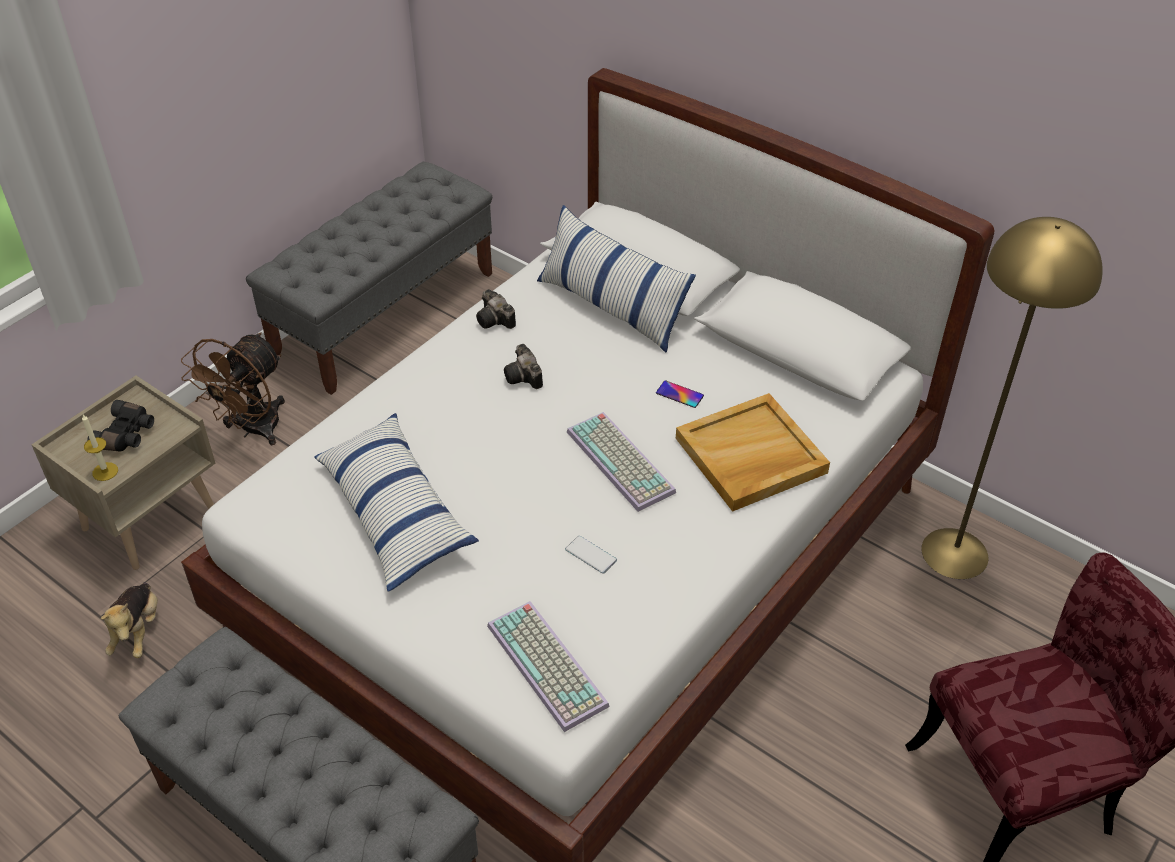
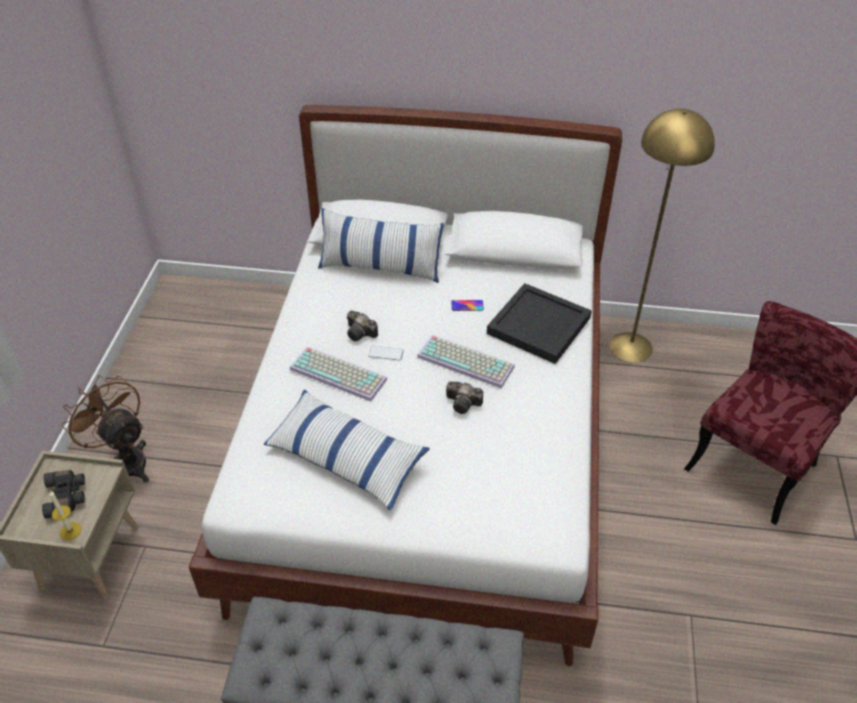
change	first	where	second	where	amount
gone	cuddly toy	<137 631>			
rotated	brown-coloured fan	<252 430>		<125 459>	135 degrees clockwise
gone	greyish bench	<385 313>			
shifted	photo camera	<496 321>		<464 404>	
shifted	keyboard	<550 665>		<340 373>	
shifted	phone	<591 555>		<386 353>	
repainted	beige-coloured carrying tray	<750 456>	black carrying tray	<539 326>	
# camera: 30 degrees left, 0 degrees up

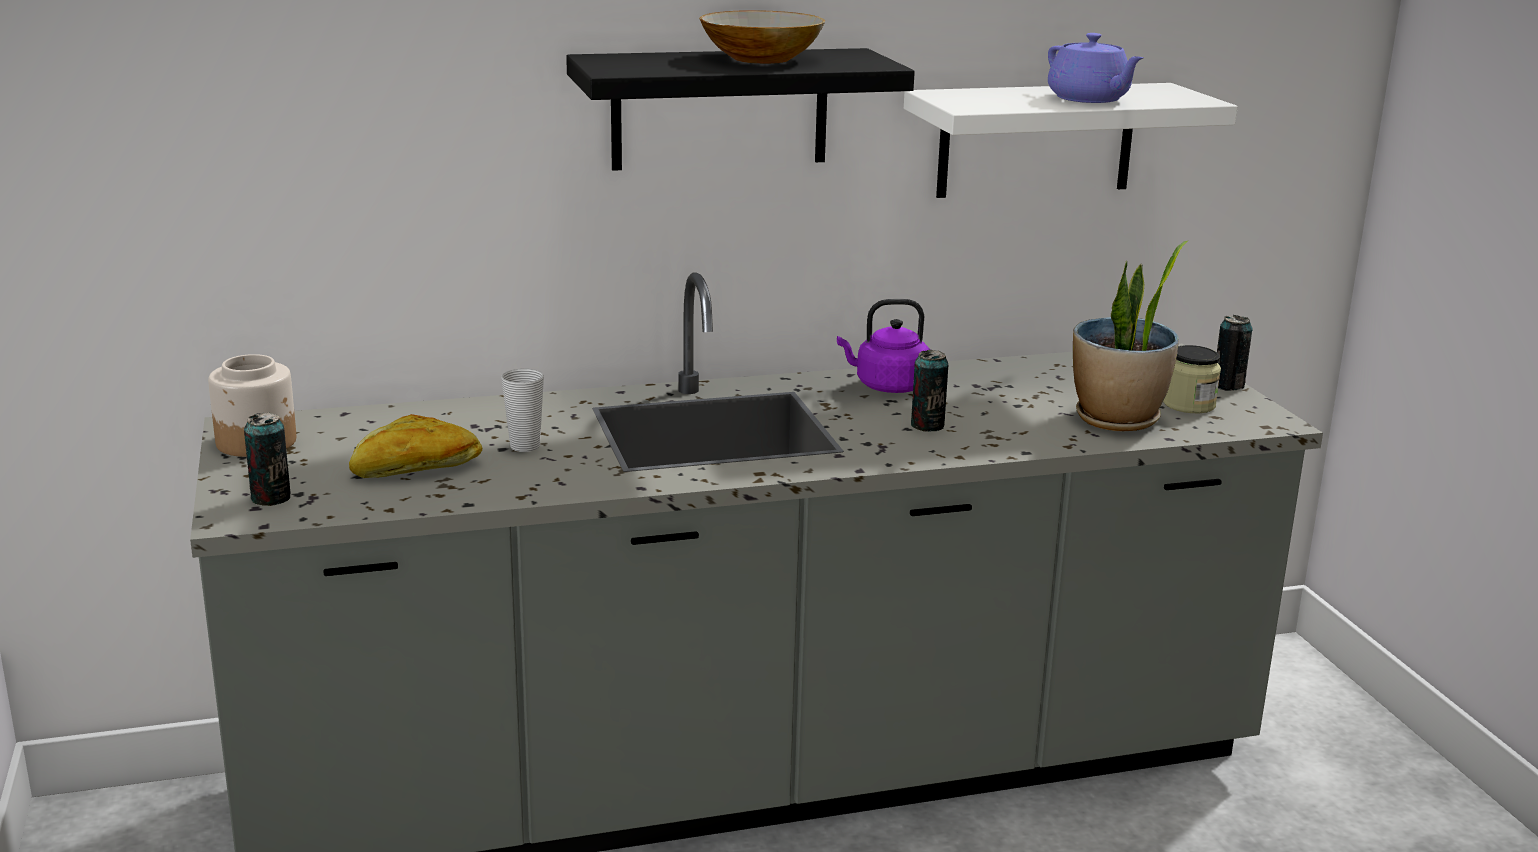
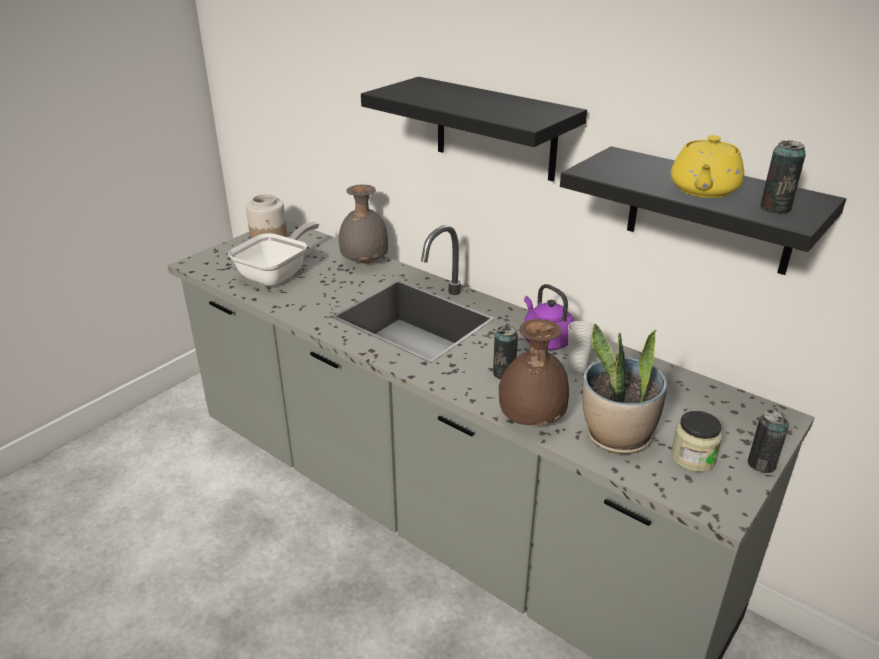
change	first	where	second	where	amount
shifted	sealed can	<271 498>		<775 208>	
swapped	bakery bread	<417 469>	pan	<278 274>	
shifted	cup	<525 446>		<577 369>	
gone	deep dish	<760 59>			
repainted	white-coloured shelf	<1036 140>	black shelf	<710 211>	
repainted	purple-coloured pot for tea	<1089 99>	yellowish pot for tea	<703 190>	
new			greyish decorative vase	<363 262>	
new			brown-coloured decorative vase	<530 420>	
# camera: 55 degrees right, 10 degrees up

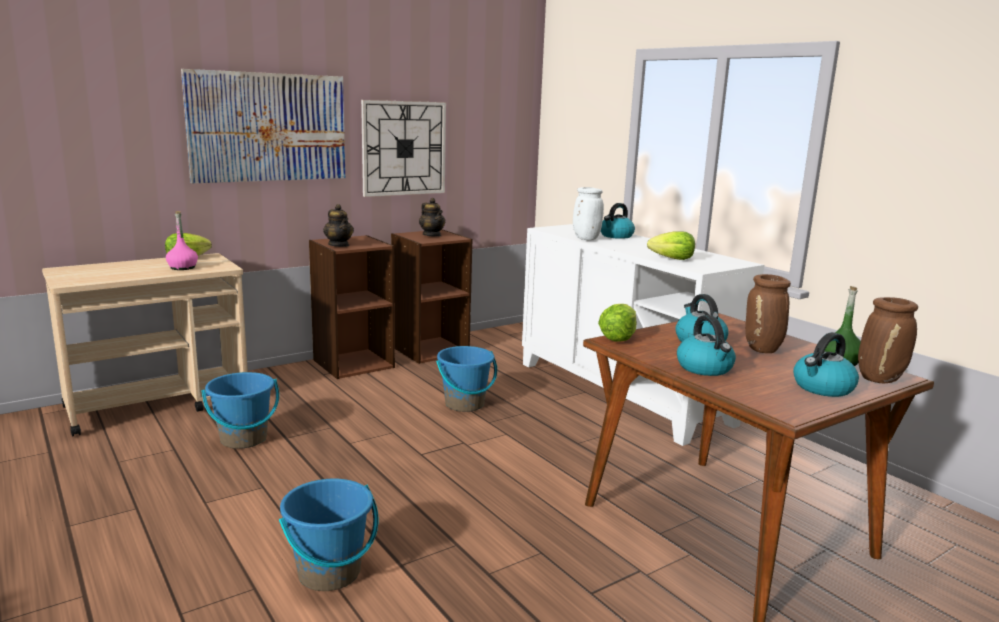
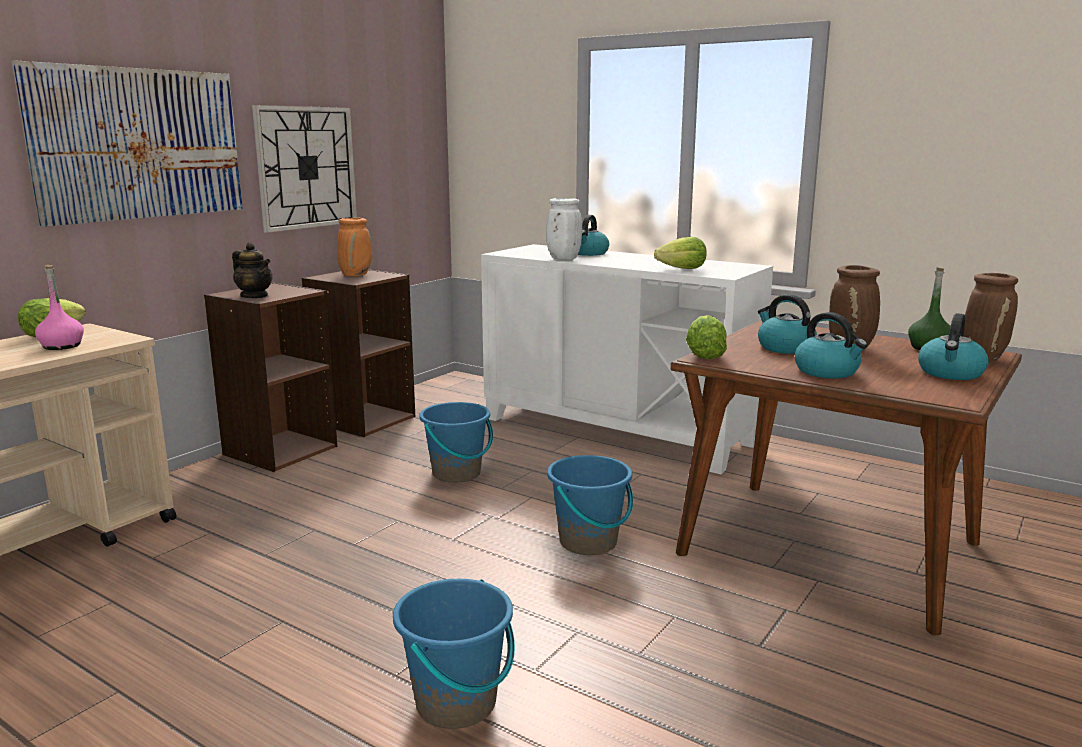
change	first	where	second	where	amount
shifted	blue-coloured bucket	<243 439>		<588 542>	
swapped	pot for tea	<432 235>	orange decorative vase	<355 275>	
# camera: 20 degrees left, 0 degrees up

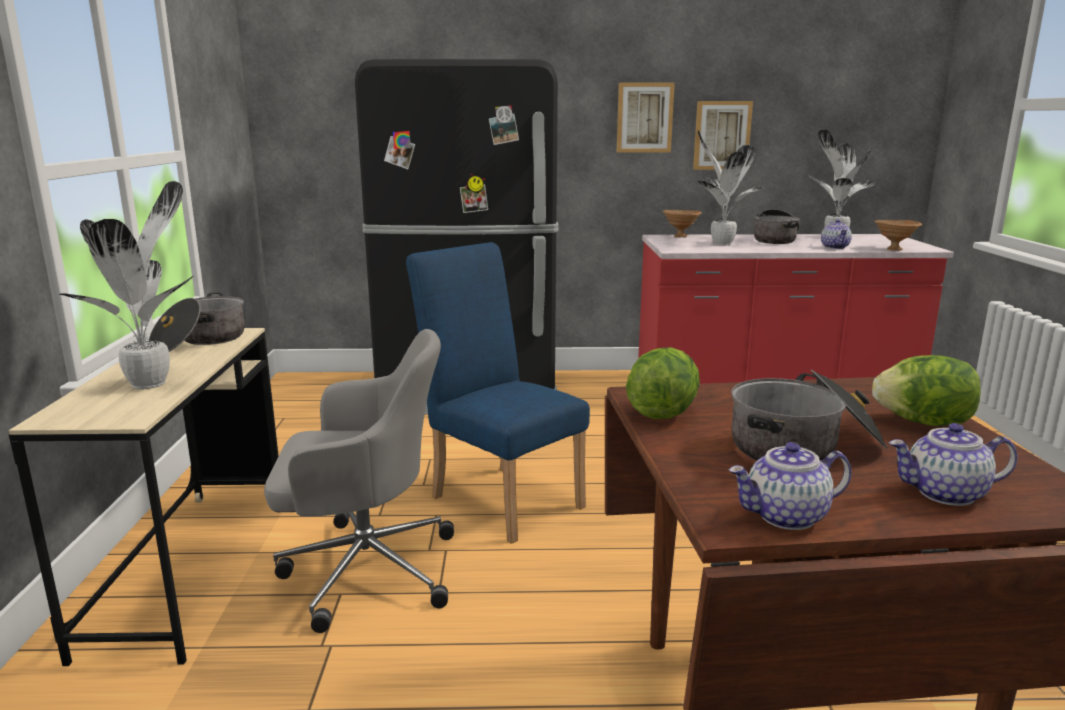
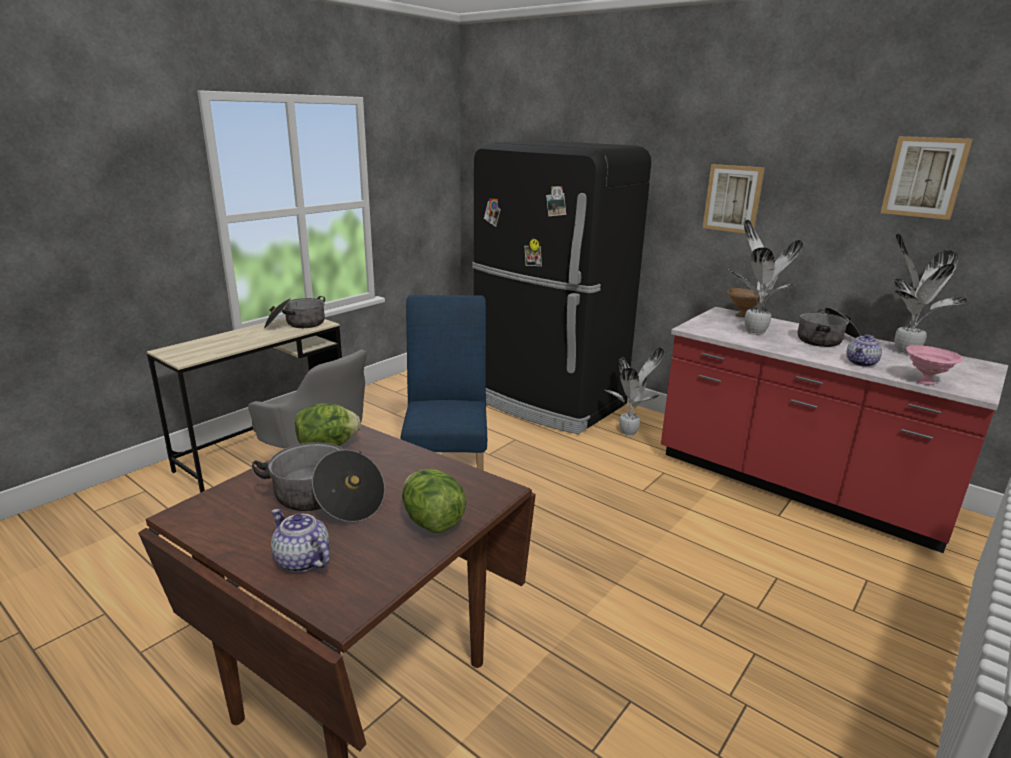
change	first	where	second	where	amount
shifted	potted plant	<152 383>		<630 433>	
shifted	wall picture	<722 135>		<924 177>	
gone	pot for tea	<786 516>			
repainted	brown-coloured deep dish	<893 249>	pinkish deep dish	<924 381>	
# camera: 40 degrees right, 5 degrees up

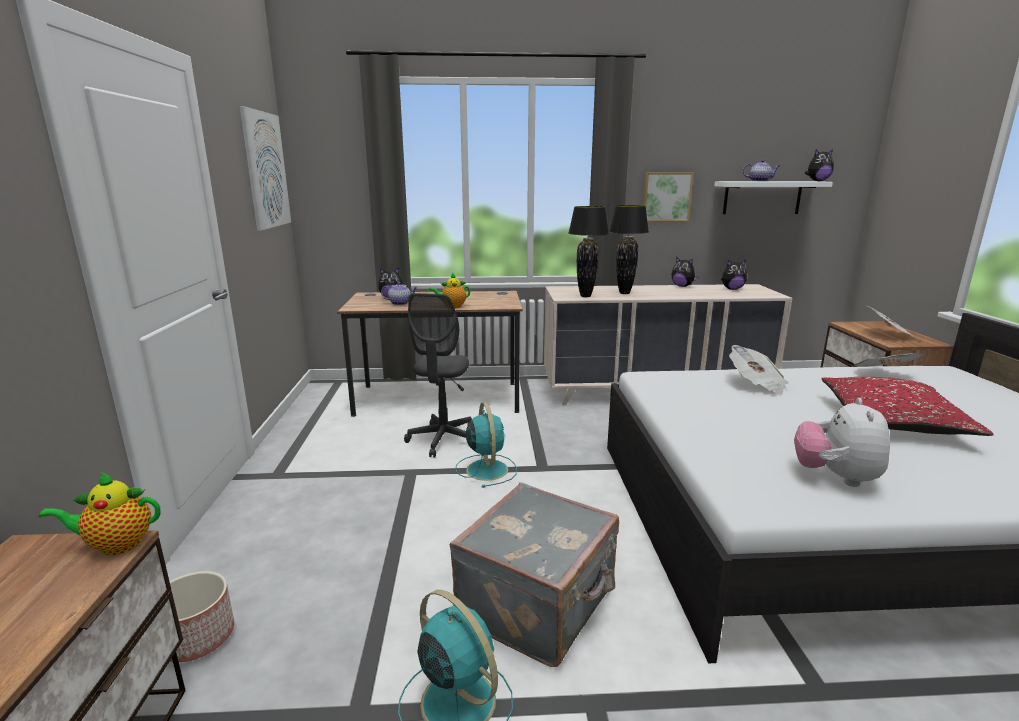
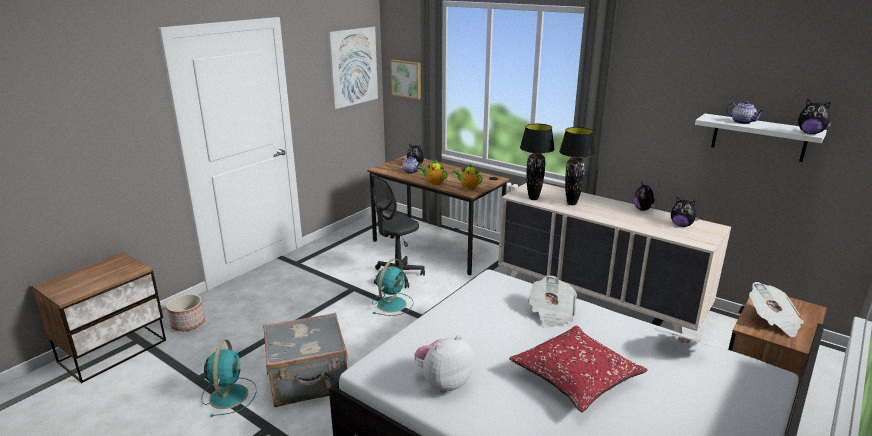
change	first	where	second	where	amount
shifted	pot for tea	<116 544>		<468 187>	
shifted	wall picture	<666 196>		<406 79>	
# camera: 40 degrees right, 5 degrees up

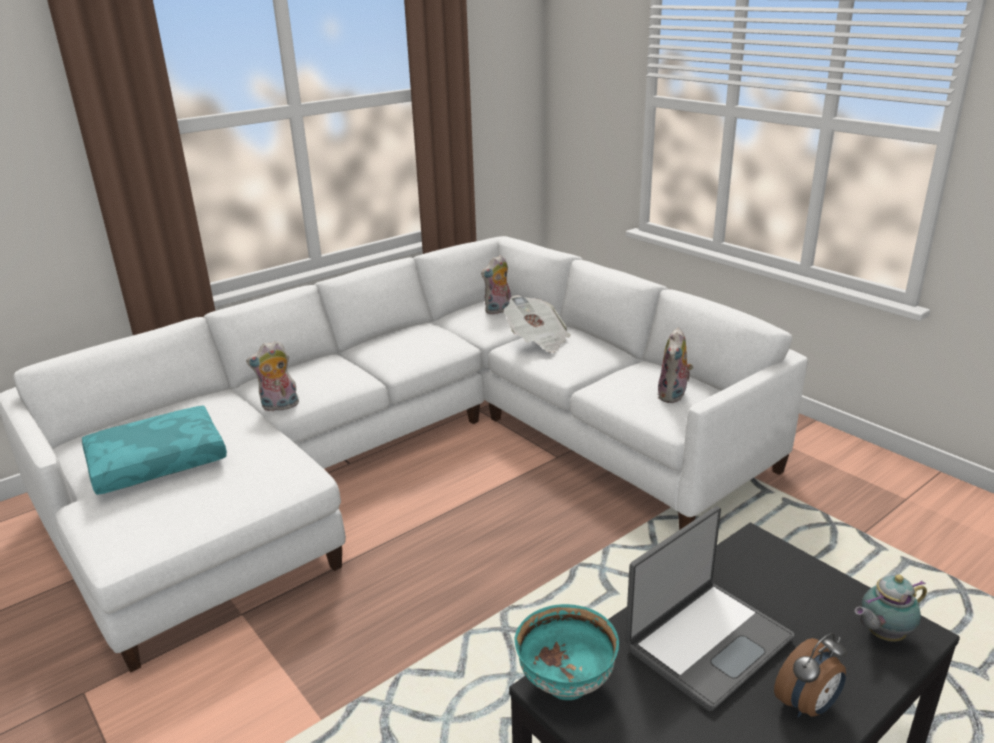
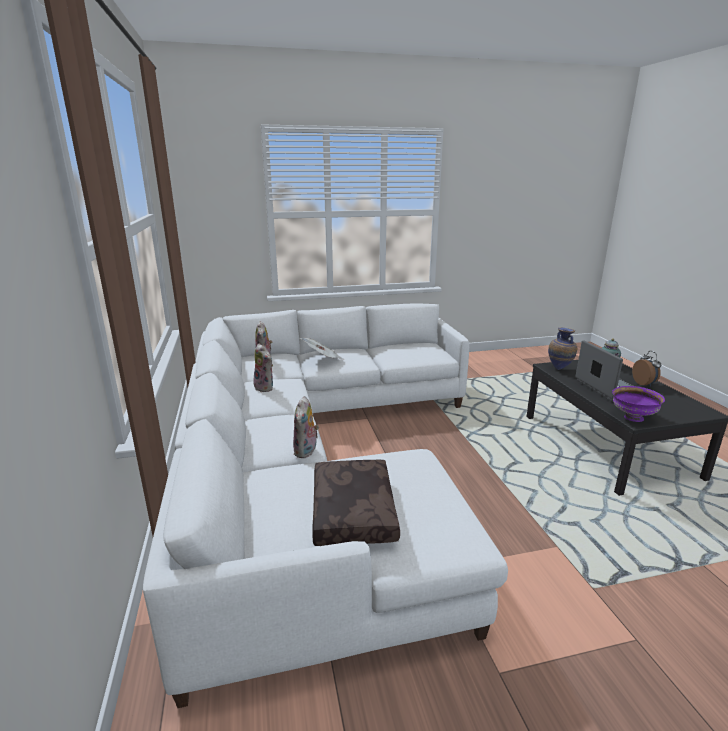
change	first	where	second	where	amount
repainted	blue-green throw pillow	<158 460>	brown-coloured throw pillow	<351 511>	
repainted	blue-green deep dish	<565 683>	purple-coloured deep dish	<633 418>	
shifted	cuddly toy	<673 396>		<265 387>	
new			decorative vase	<559 369>	
# camera: 65 degrees left, 5 degrees down

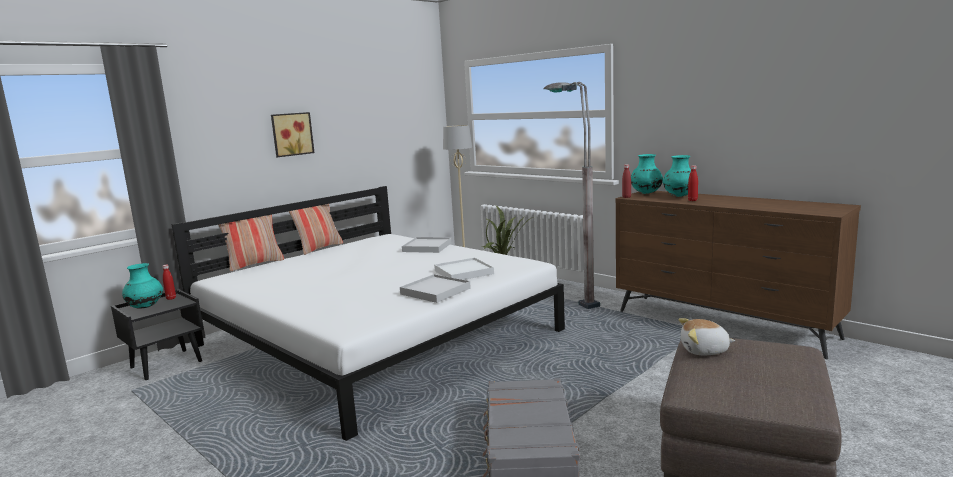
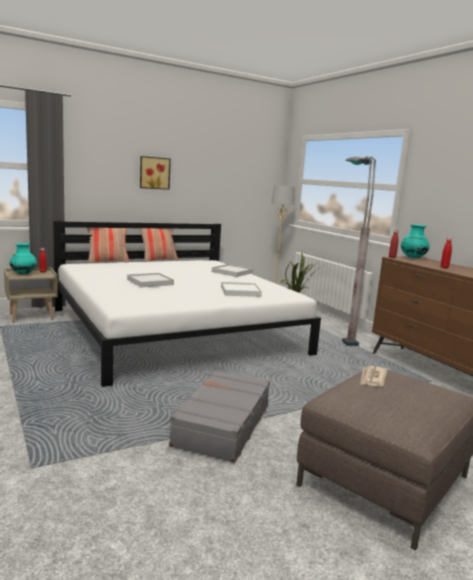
change	first	where	second	where	amount
repainted	black night table	<167 364>	beige-coloured night table	<32 316>	
shifted	white-coloured carrying tray	<435 291>		<150 282>	
gone	blue-green decorative vase	<679 196>			
swapped	cuddly toy	<704 351>	newspaper	<372 378>	
# camera: 15 degrees right, 0 degrees up

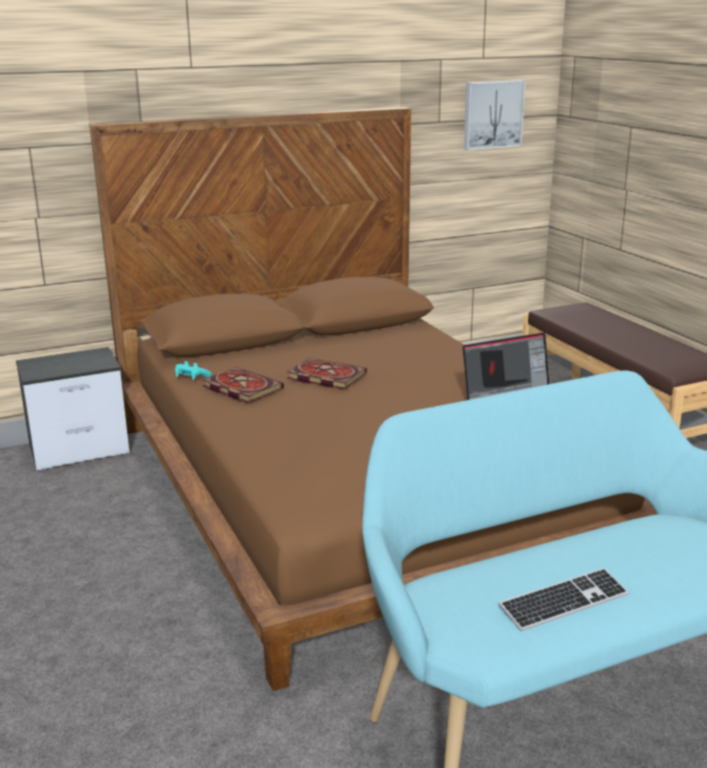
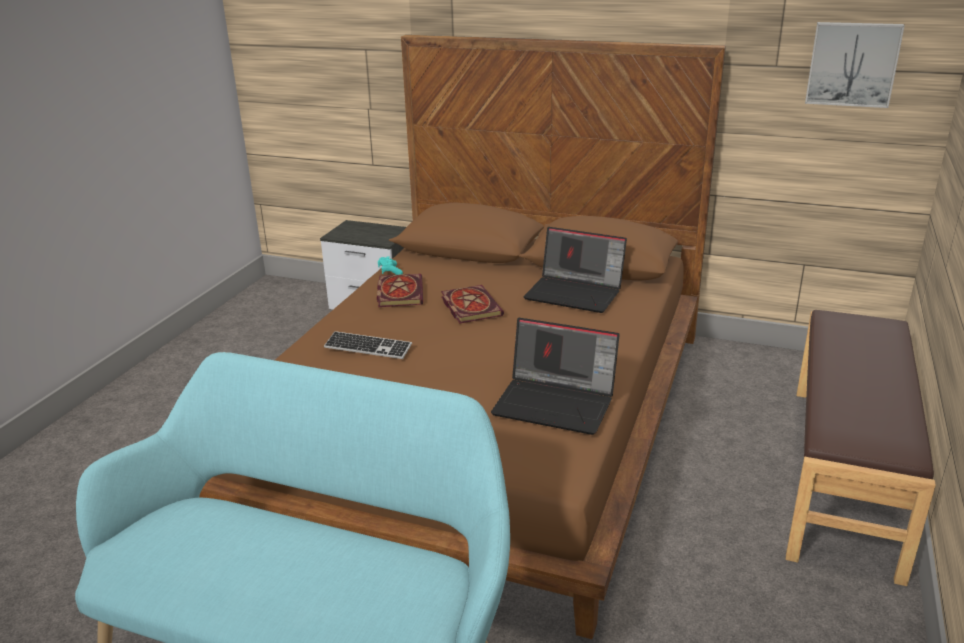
change	first	where	second	where	amount
shifted	keyboard	<564 602>		<368 347>	
new			portable computer	<575 293>	
# camera: 45 degrees right, 5 degrees up

